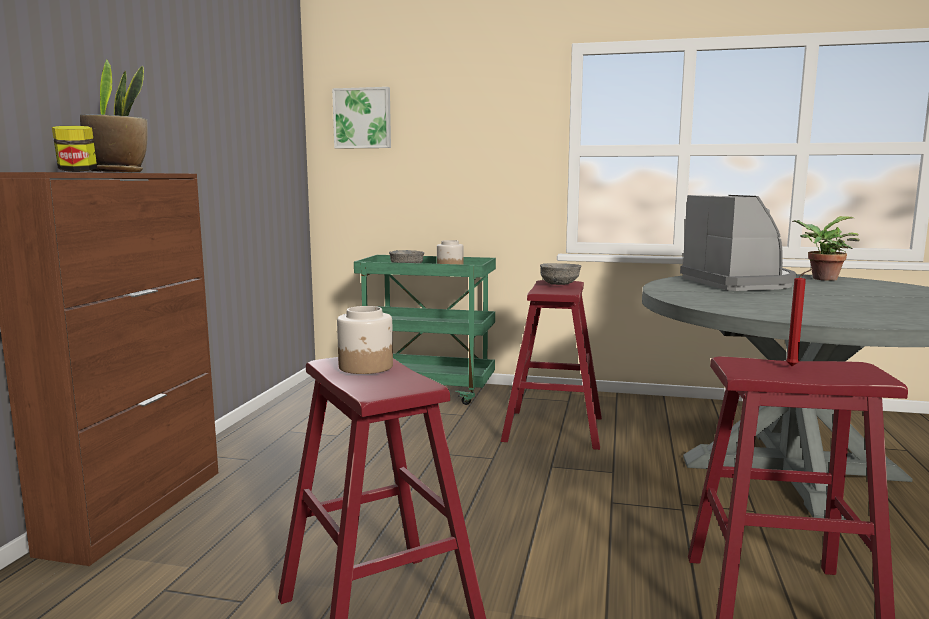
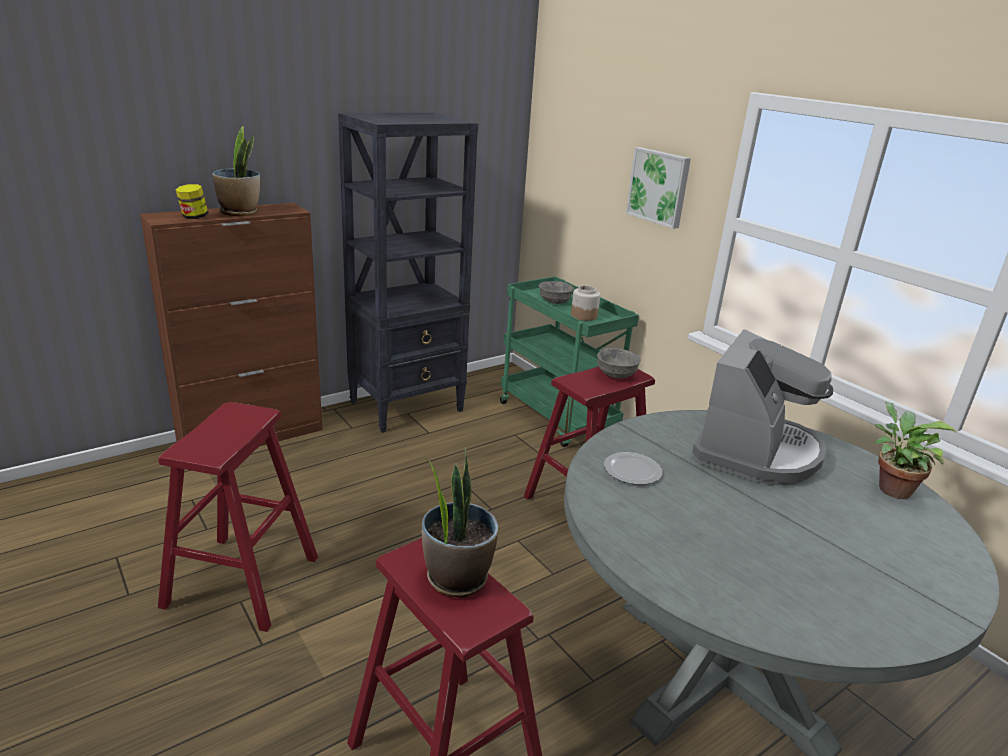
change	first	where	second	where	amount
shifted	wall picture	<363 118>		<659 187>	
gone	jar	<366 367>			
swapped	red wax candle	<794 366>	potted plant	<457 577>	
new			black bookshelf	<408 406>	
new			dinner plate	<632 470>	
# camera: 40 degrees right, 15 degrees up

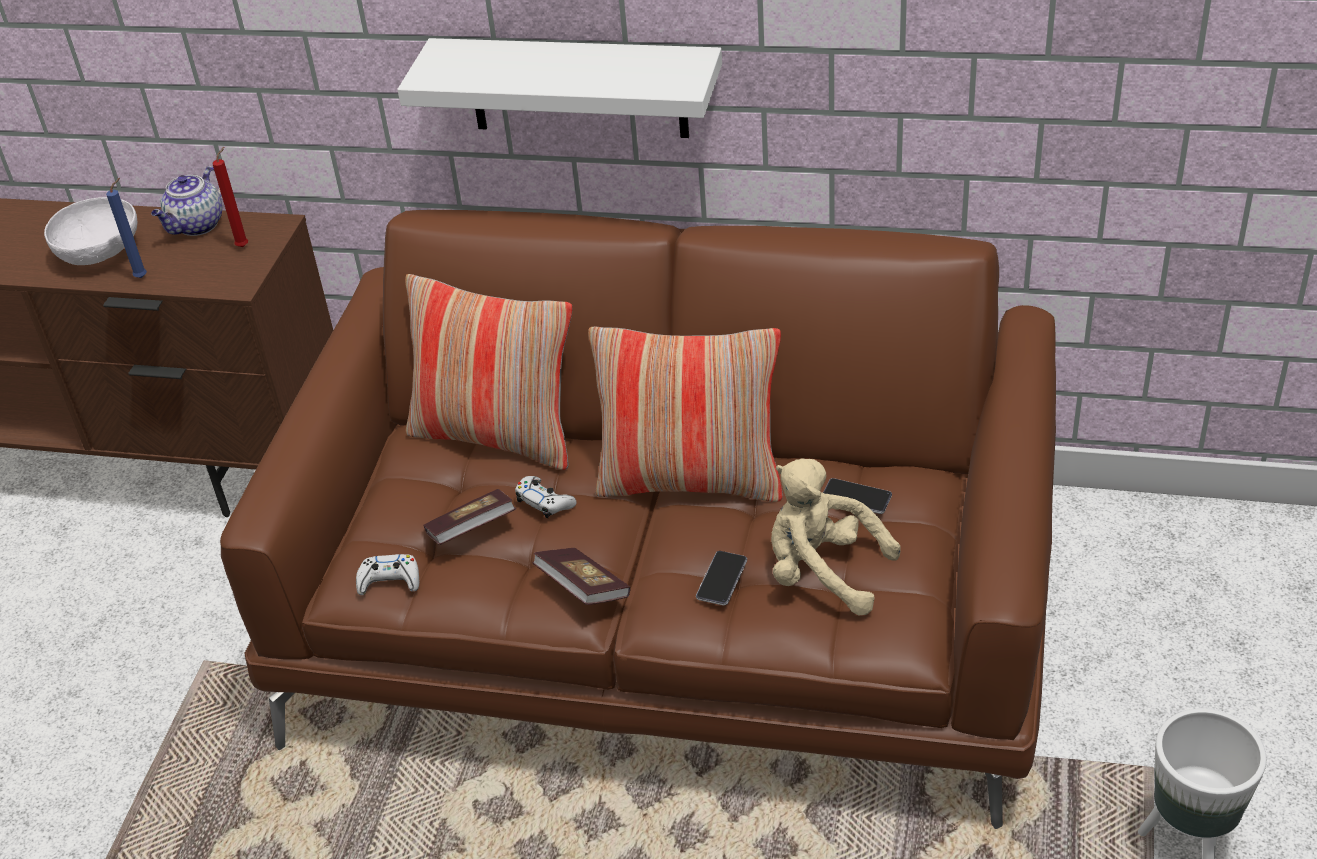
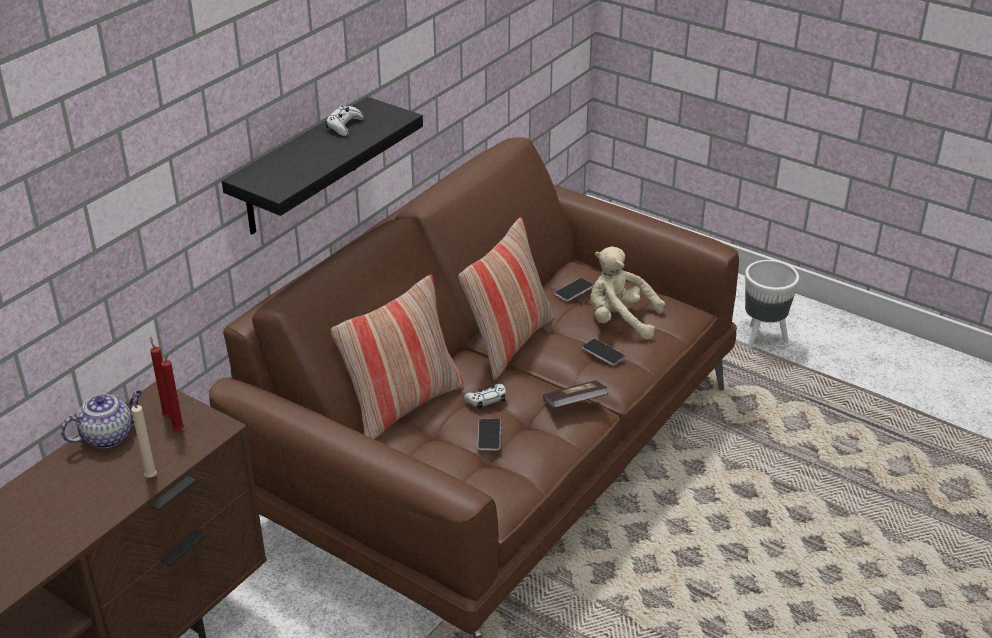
change	first	where	second	where	amount
gone	white-coloured deep dish	<101 254>			
repainted	blue-coloured wax candle	<143 277>	beige-coloured wax candle	<151 475>	
rotated	pot for tea	<197 226>		<108 436>	90 degrees counterclockwise
shifted	white-coloured gamepad	<389 581>		<344 125>	
repainted	white-coloured shelf	<577 87>	black shelf	<301 168>	
swapped	bound book	<472 530>	phone	<489 435>	
rotated	beige-coloured cuddly toy	<822 572>		<620 320>	60 degrees clockwise
new			red wax candle	<180 429>	
# camera: 70 degrees left, 5 degrees down

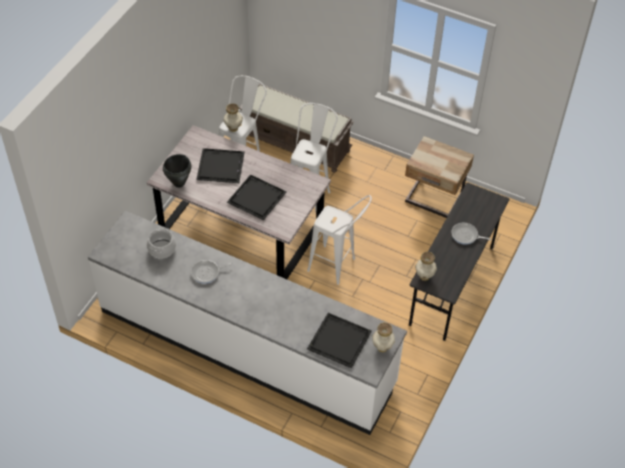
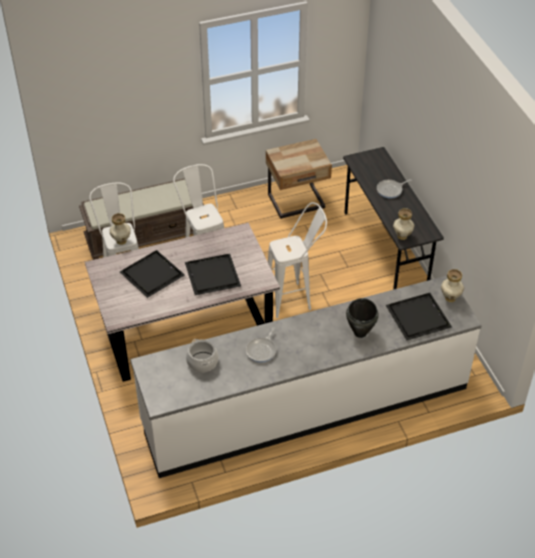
change	first	where	second	where	amount
shifted	black cooking pot	<179 183>		<360 332>	
# camera: 45 degrees left, 5 degrees down

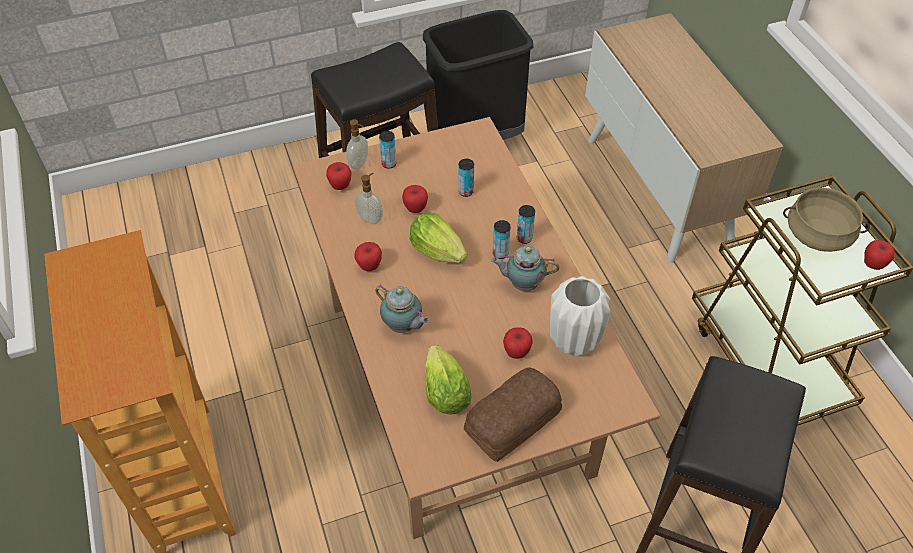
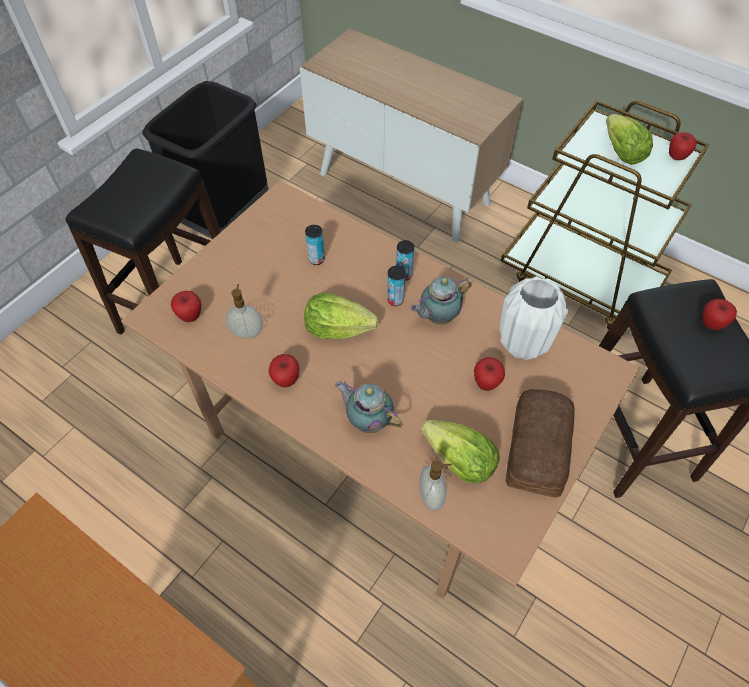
change	first	where	second	where	amount
shifted	soap dispenser	<359 164>		<432 496>	
rotated	pot for tea	<403 326>		<368 420>	150 degrees counterclockwise
gone	sealed can	<389 164>			
shifted	apple	<415 208>		<711 324>	
swapped	beige-coloured cooking pot	<817 235>	lettuce head	<621 153>	
# camera: 35 degrees left, 5 degrees up

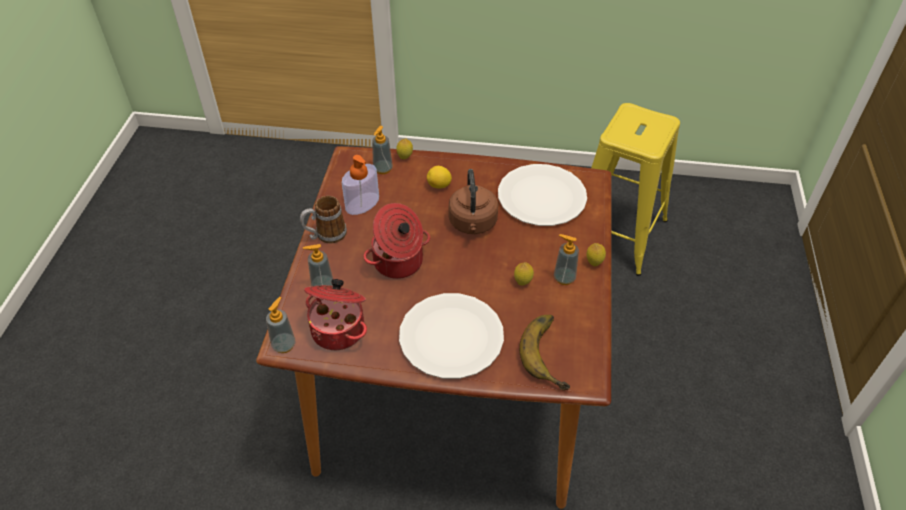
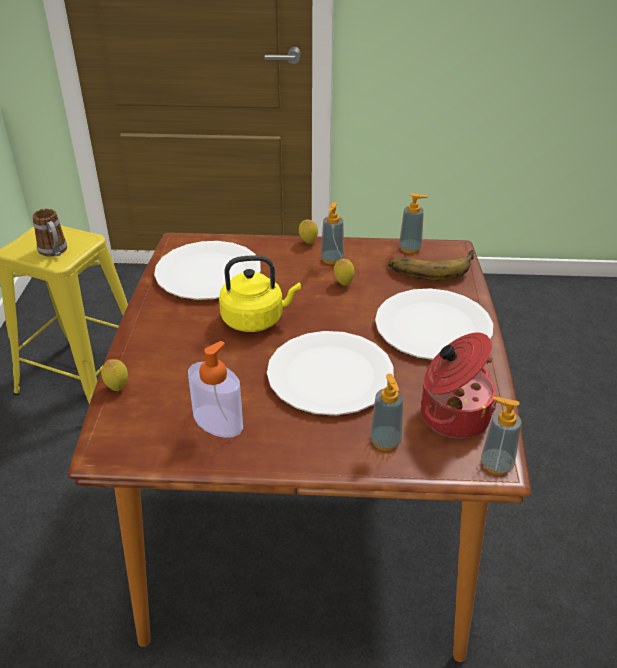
change	first	where	second	where	amount
shifted	mug	<325 235>		<55 252>	
swapped	cooking pot	<399 263>	white-coloured dinner plate	<330 375>	
shifted	soap dispenser	<383 169>		<410 248>	
gone	lemon	<439 186>			
repainted	brown-coloured water kettle	<473 224>	yellowish water kettle	<256 320>	
# camera: 95 degrees left, 10 degrees down

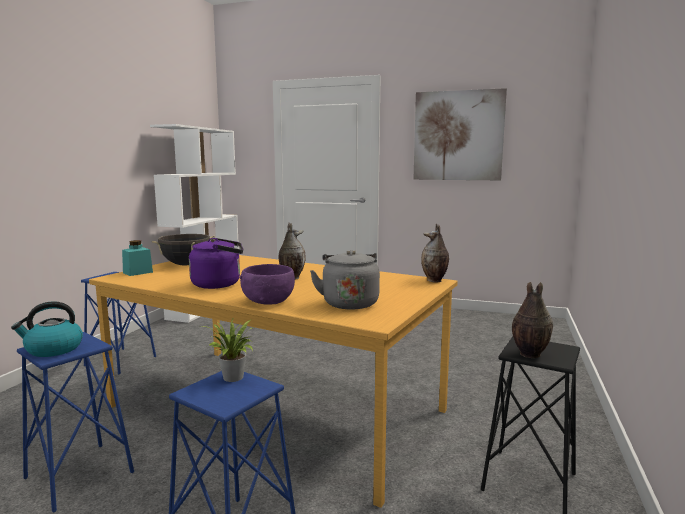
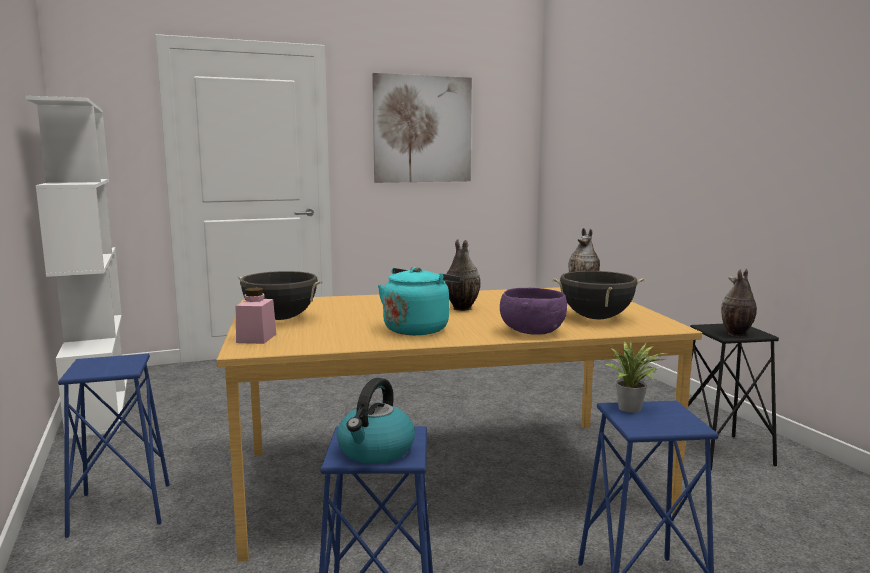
change	first	where	second	where	amount
repainted	blue-green jar	<138 272>	pinkish jar	<256 338>	
repainted	purple-coloured water kettle	<219 284>	blue-green water kettle	<418 329>	
swapped	greyish water kettle	<349 303>	black cooking pot	<596 318>	
# camera: 40 degrees left, 0 degrees up

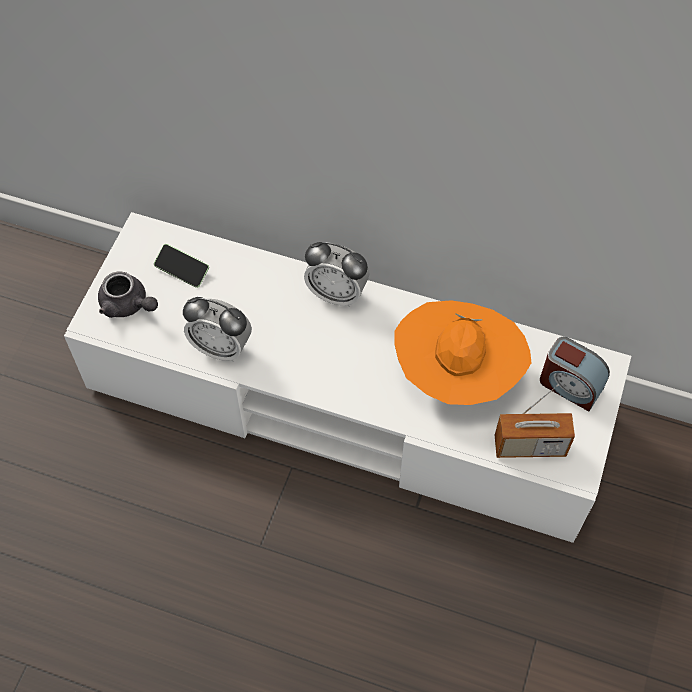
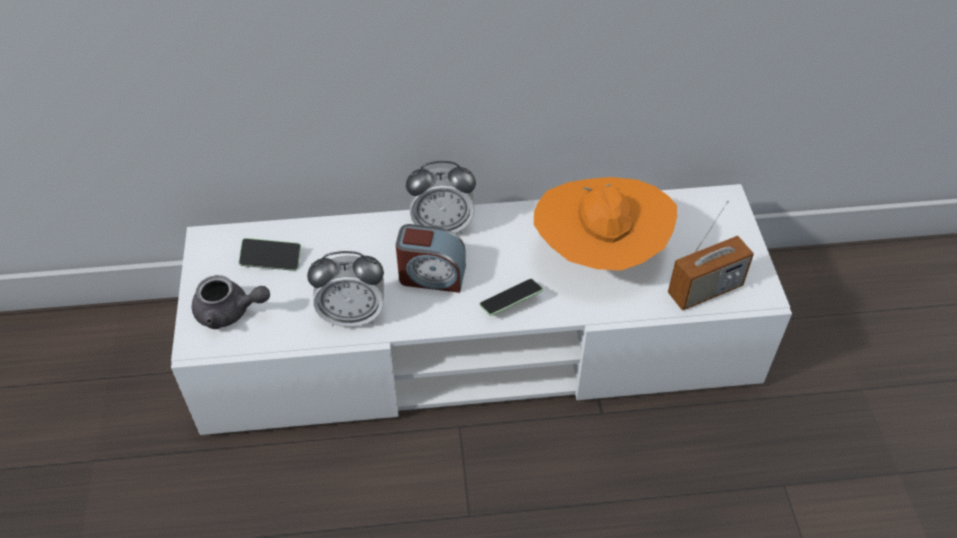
change	first	where	second	where	amount
shifted	bedside clock	<570 385>		<431 276>	
new			phone	<511 302>	
# camera: 25 degrees left, 10 degrees down

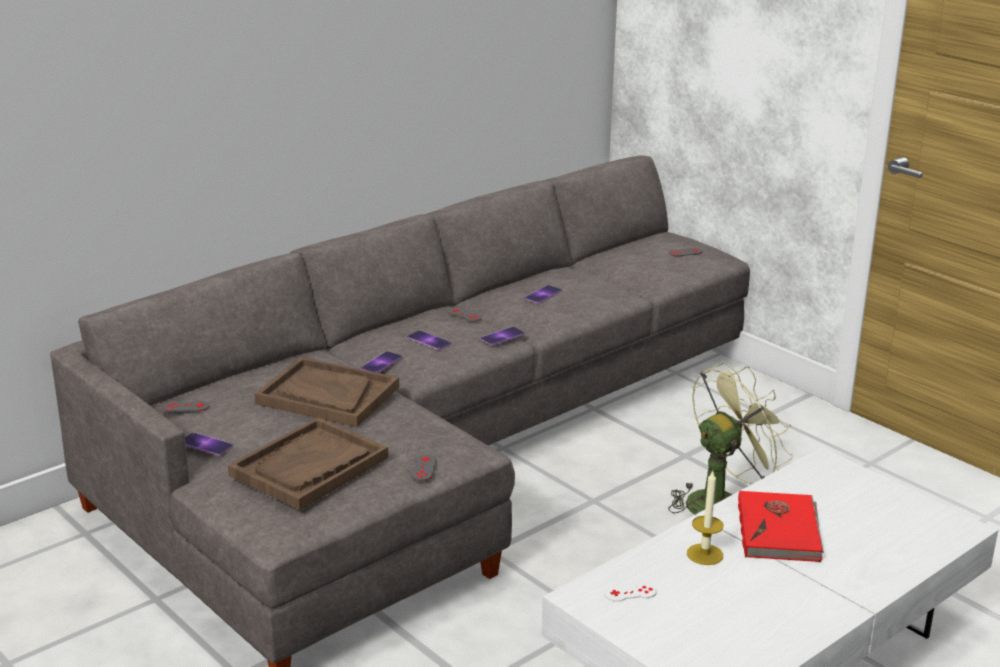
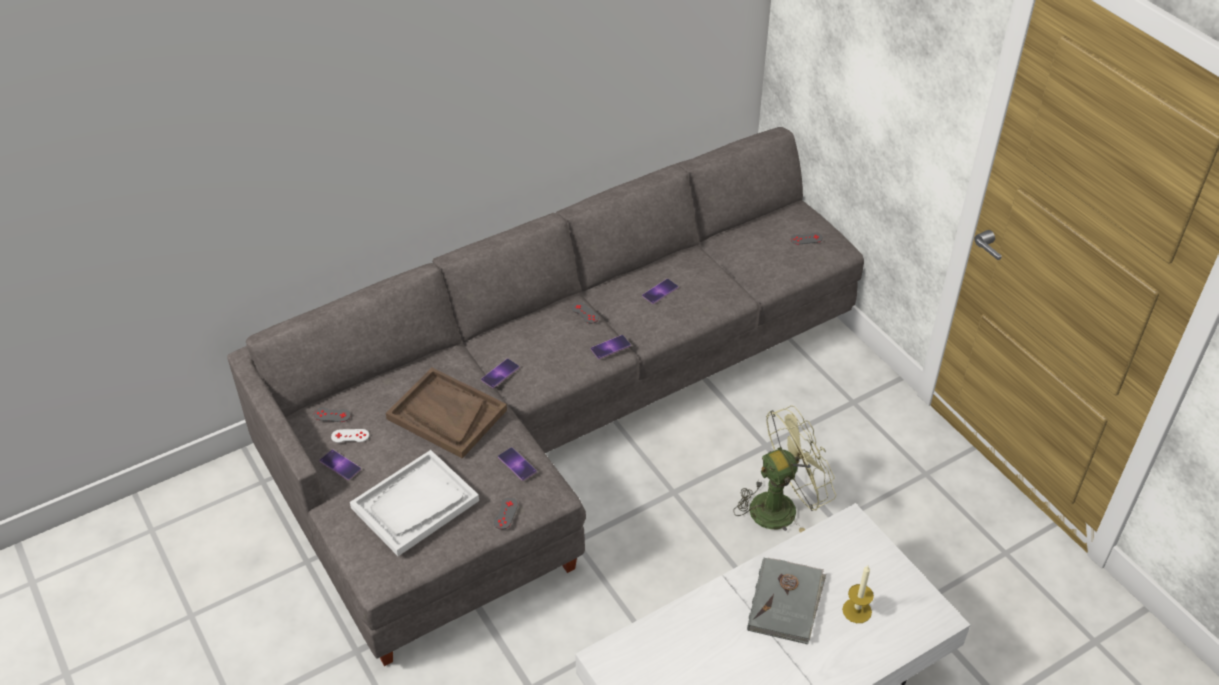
change	first	where	second	where	amount
repainted	brown-coloured carrying tray	<309 467>	white-coloured carrying tray	<415 505>	
shifted	phone	<429 340>		<517 464>	
shifted	white-coloured gamepad	<630 593>		<350 436>	
shifted	wax candle	<705 554>		<857 610>	
repainted	red bound book	<780 530>	greyish bound book	<786 602>	
# camera: 10 degrees right, 20 degrees up

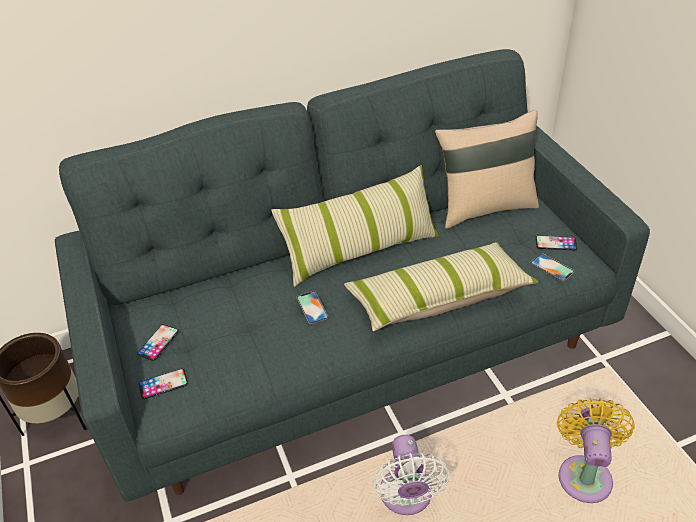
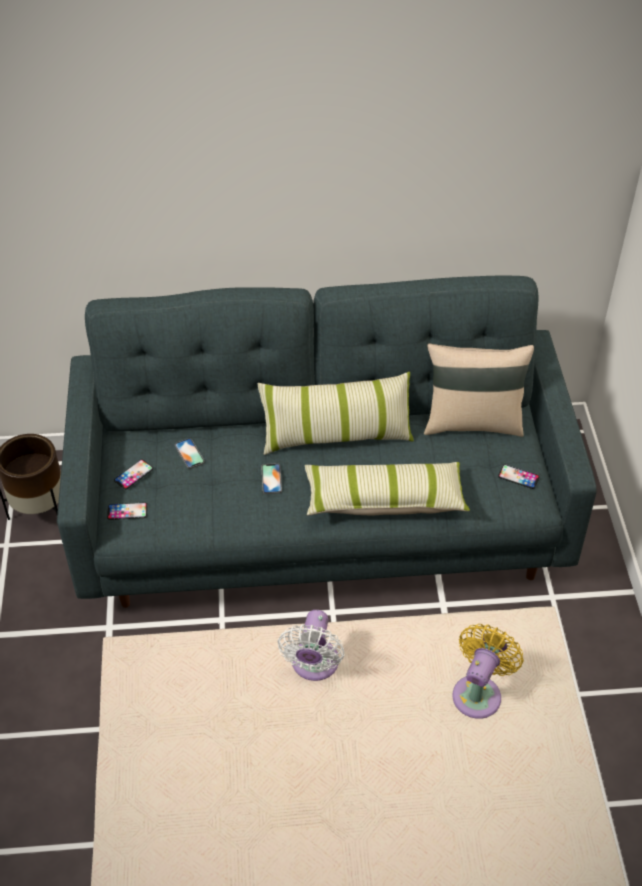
change	first	where	second	where	amount
shifted	phone	<552 268>		<189 454>	
# camera: 15 degrees right, 5 degrees up

